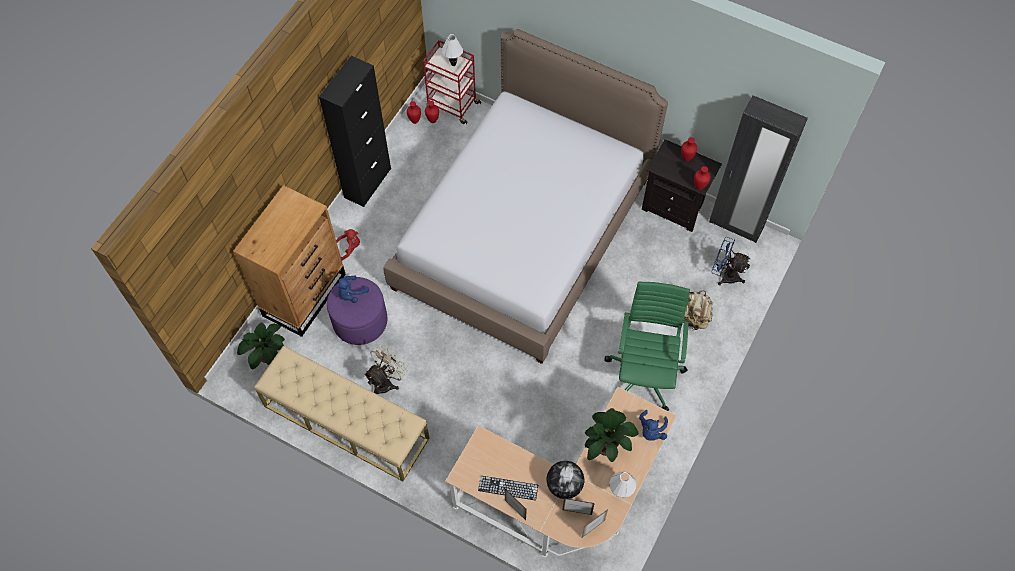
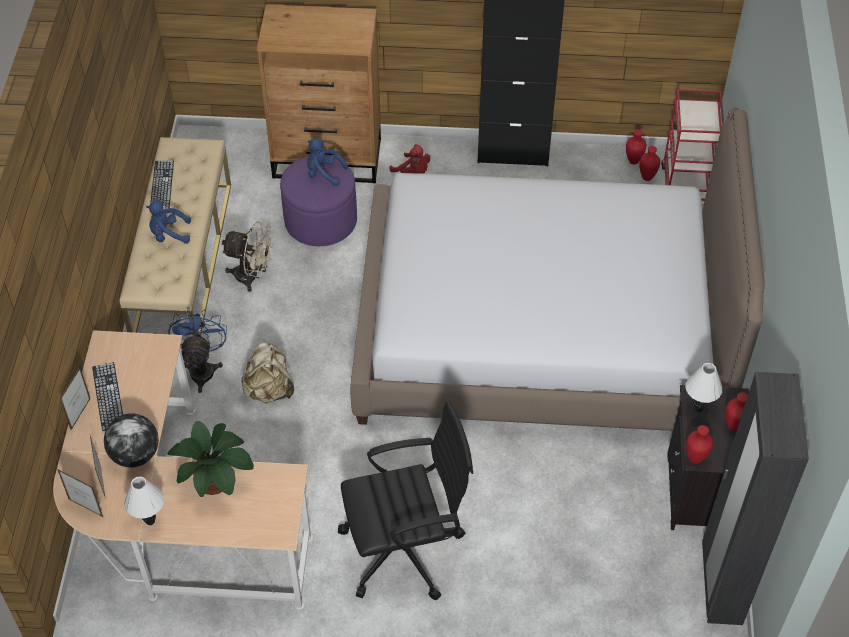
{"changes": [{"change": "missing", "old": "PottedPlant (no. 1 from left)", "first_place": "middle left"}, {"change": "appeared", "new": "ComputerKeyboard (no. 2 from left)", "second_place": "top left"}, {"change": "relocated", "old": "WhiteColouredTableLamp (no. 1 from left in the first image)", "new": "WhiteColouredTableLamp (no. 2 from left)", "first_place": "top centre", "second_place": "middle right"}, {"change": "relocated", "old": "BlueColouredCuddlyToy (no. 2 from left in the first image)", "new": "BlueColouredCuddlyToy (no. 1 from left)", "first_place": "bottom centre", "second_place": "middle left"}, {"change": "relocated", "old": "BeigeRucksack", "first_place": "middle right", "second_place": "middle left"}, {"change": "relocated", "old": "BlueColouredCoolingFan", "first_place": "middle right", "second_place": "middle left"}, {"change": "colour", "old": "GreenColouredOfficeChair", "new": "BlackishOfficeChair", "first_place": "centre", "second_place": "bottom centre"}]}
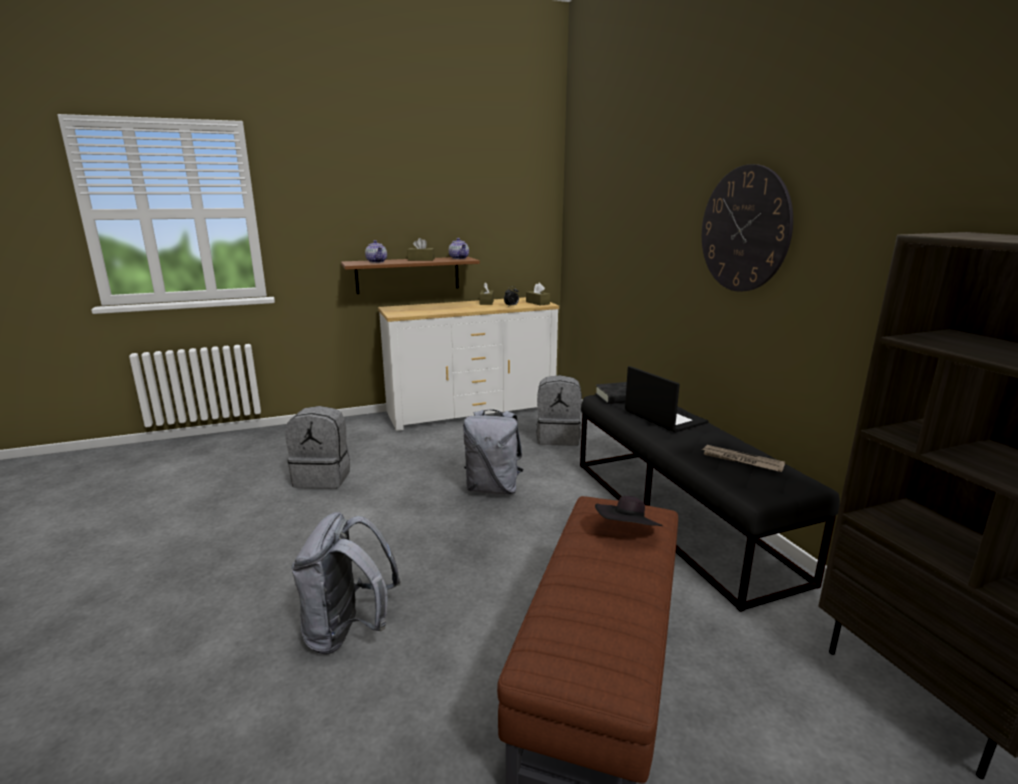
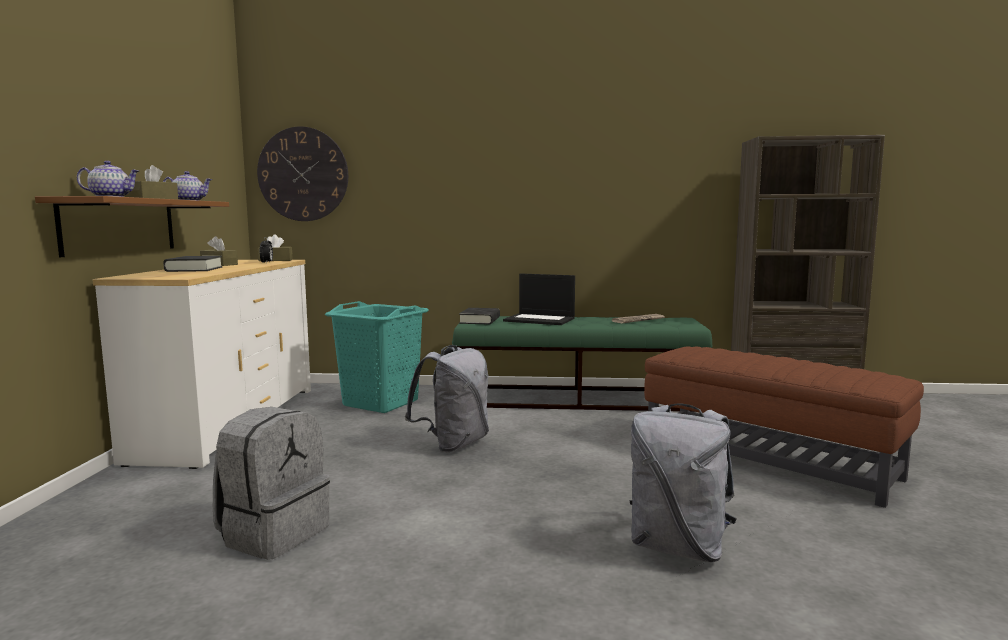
{"changes": [{"change": "missing", "old": "BlackishWearableHat", "first_place": "centre"}, {"change": "appeared", "new": "BlackishVolume (no. 1 from left)", "second_place": "middle left"}, {"change": "relocated", "old": "ClockOnTheWall", "first_place": "top right", "second_place": "top left"}, {"change": "exchanged", "old": "GrayRucksack (no. 4 from left)", "new": "TurquoiseHamper", "first_place": "centre", "second_place": "centre"}, {"change": "colour", "old": "BlackishLongSeat", "new": "GreenColouredLongSeat", "first_place": "middle right", "second_place": "centre"}, {"change": "spun", "old": "PortableComputer", "first_place": "centre", "second_place": "centre", "degrees": -150}]}
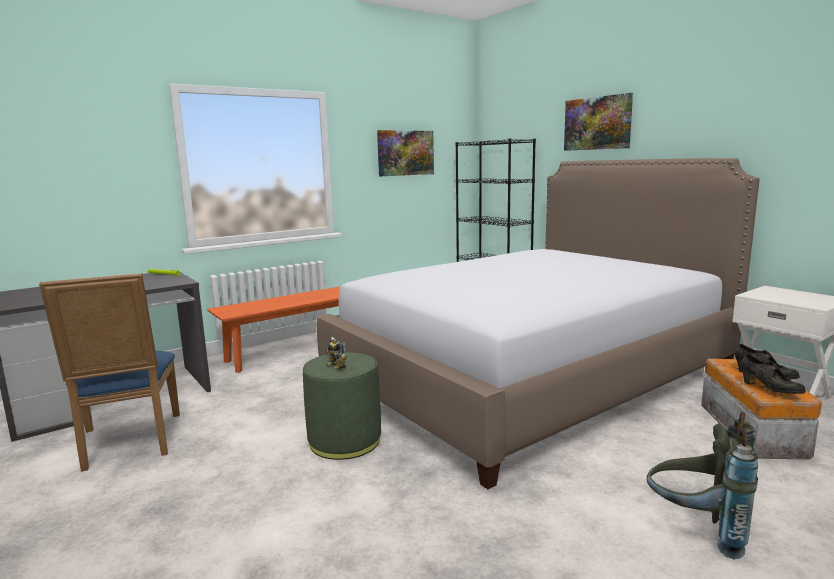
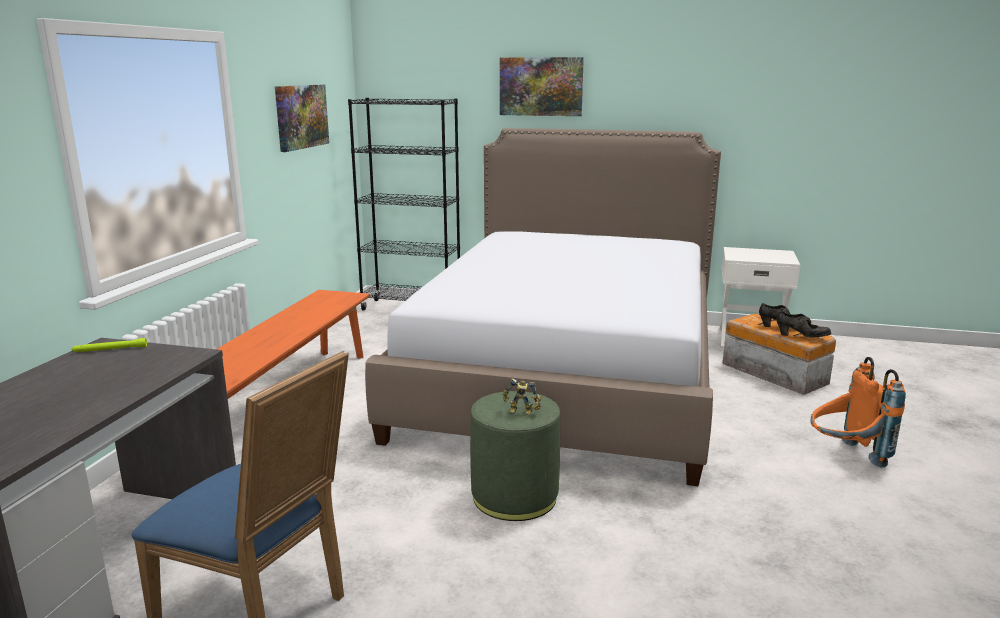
{"changes": [{"change": "colour", "old": "GrayRucksack", "new": "OrangeyRucksack", "first_place": "bottom right", "second_place": "bottom right"}]}
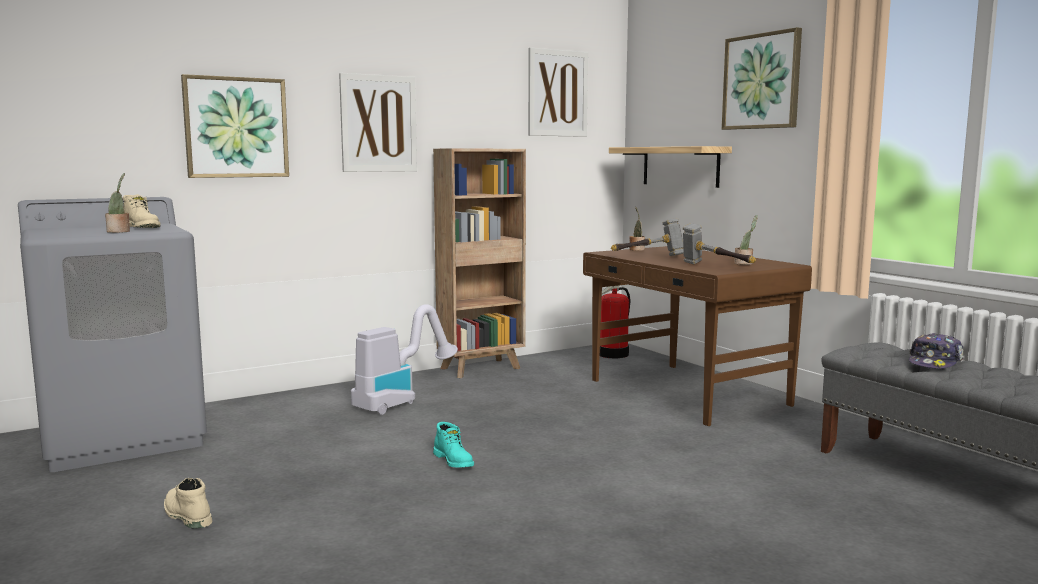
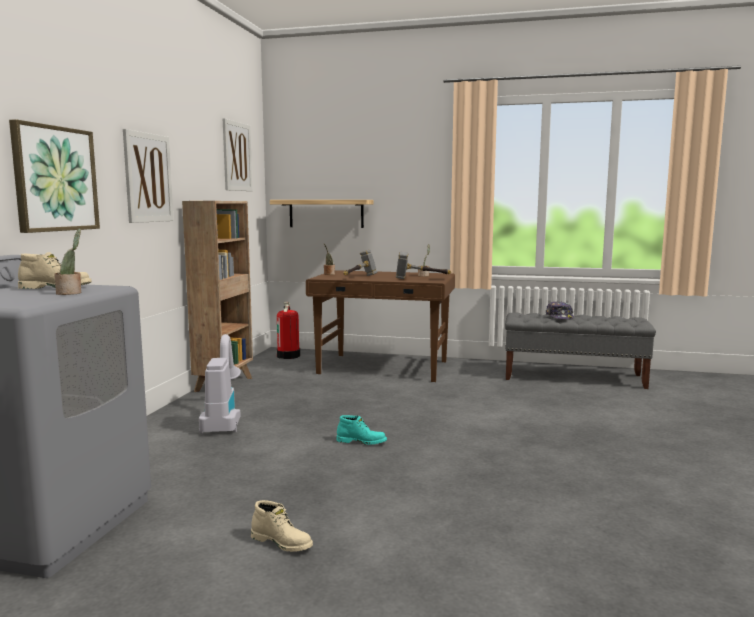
{"changes": [{"change": "missing", "old": "WallArt (no. 4 from left)", "first_place": "top right"}, {"change": "spun", "old": "BeigeHighTopBoot (no. 2 from left)", "first_place": "bottom left", "second_place": "bottom centre", "degrees": -150}]}
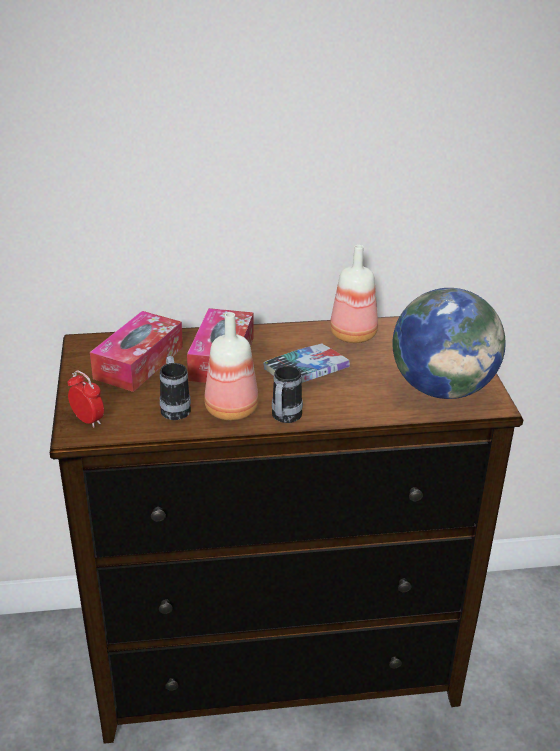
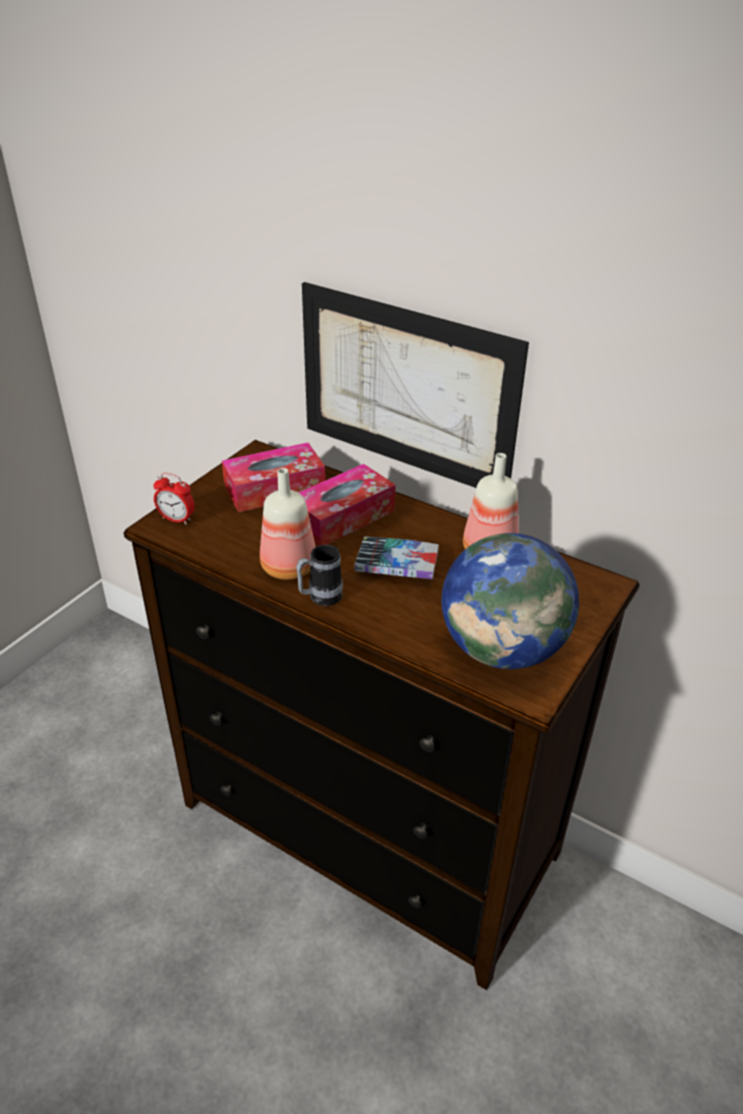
{"changes": [{"change": "missing", "old": "Mug (no. 1 from left)", "first_place": "middle left"}, {"change": "appeared", "new": "WallArt", "second_place": "centre"}, {"change": "spun", "old": "BedsideClock", "first_place": "middle left", "second_place": "middle left", "degrees": 120}]}
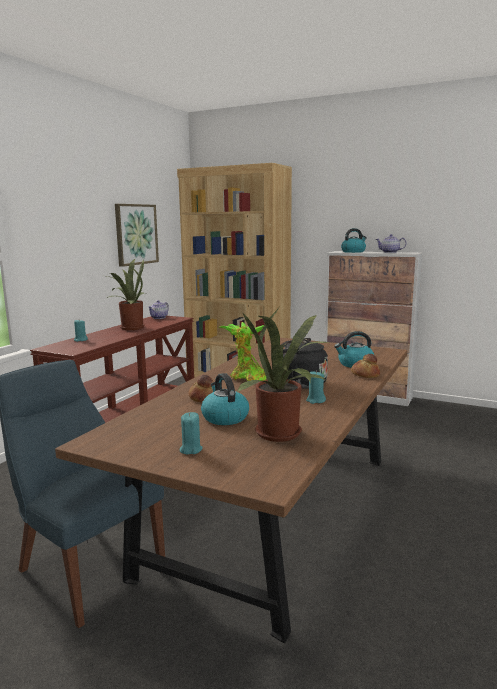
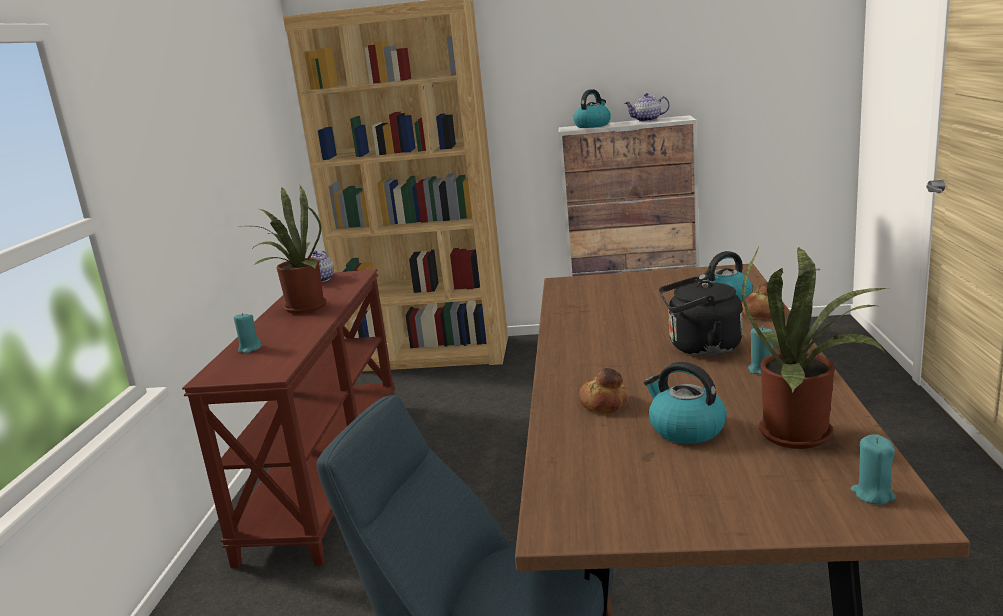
{"changes": [{"change": "missing", "old": "WallArt", "first_place": "middle left"}, {"change": "missing", "old": "PottedPlant (no. 2 from left)", "first_place": "centre"}, {"change": "relocated", "old": "TurquoiseCandle (no. 2 from left in the first image)", "new": "TurquoiseCandle (no. 3 from left)", "first_place": "centre", "second_place": "bottom right"}]}
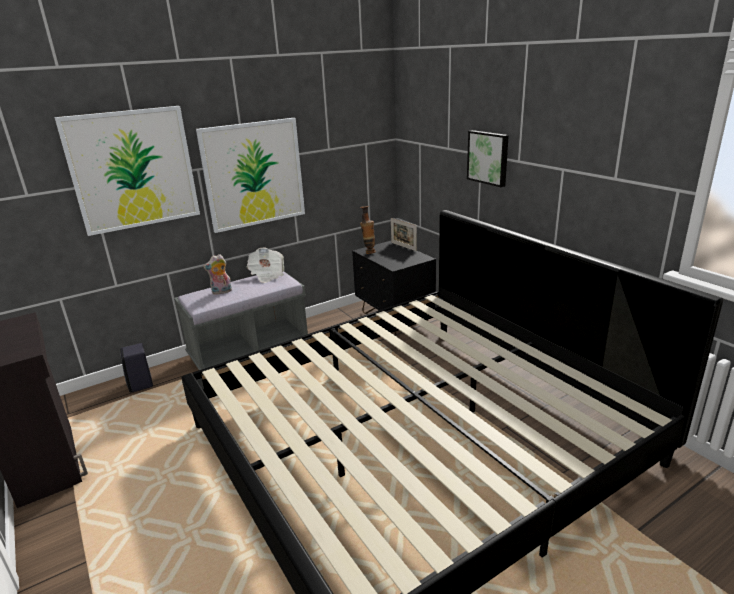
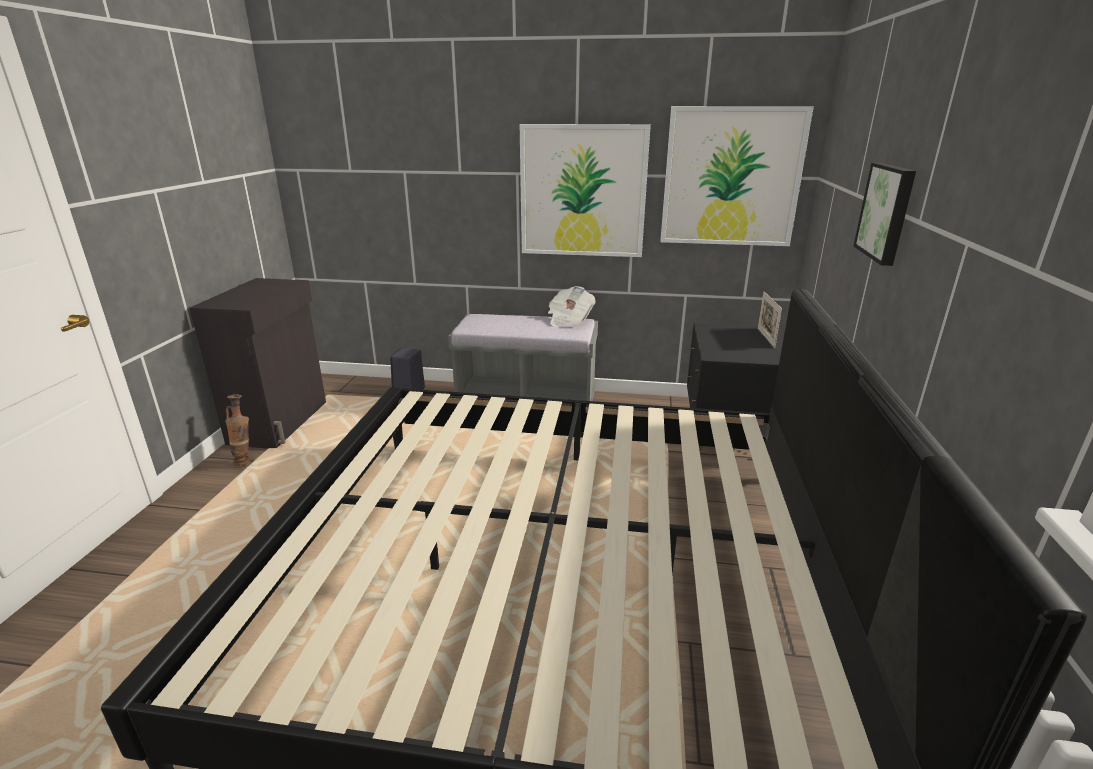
{"changes": [{"change": "missing", "old": "CuddlyToy", "first_place": "middle left"}, {"change": "relocated", "old": "WallArt (no. 1 from left in the first image)", "new": "WallArt (no. 2 from left)", "first_place": "top left", "second_place": "top right"}, {"change": "relocated", "old": "FlowerVase", "first_place": "centre", "second_place": "middle left"}]}
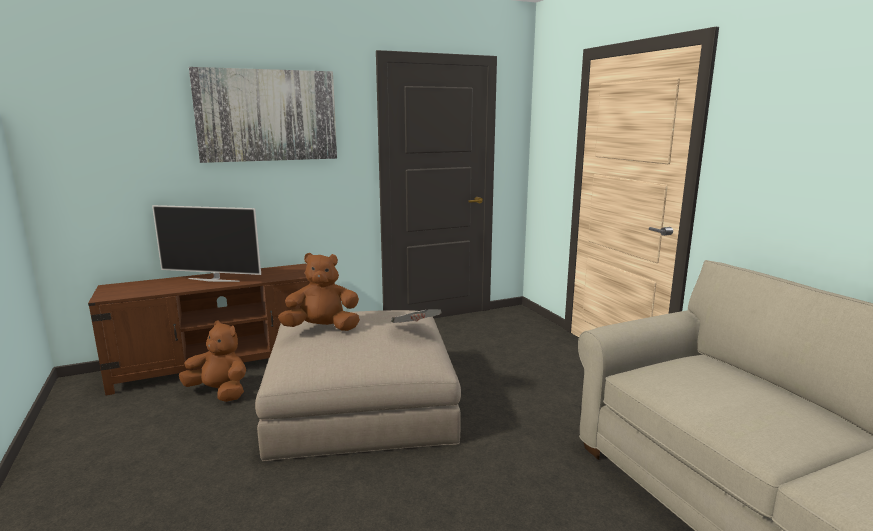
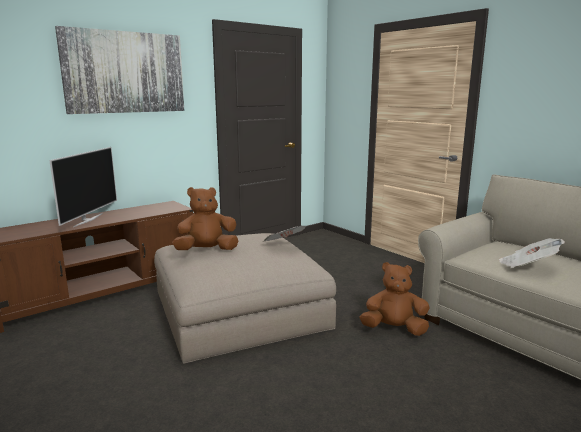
{"changes": [{"change": "appeared", "new": "PrintedPaper (no. 2 from left)", "second_place": "middle right"}, {"change": "relocated", "old": "BrownCuddlyToy (no. 1 from left in the first image)", "new": "BrownCuddlyToy (no. 2 from left)", "first_place": "bottom left", "second_place": "bottom right"}, {"change": "spun", "old": "TvSet", "first_place": "middle left", "second_place": "middle left", "degrees": -75}]}
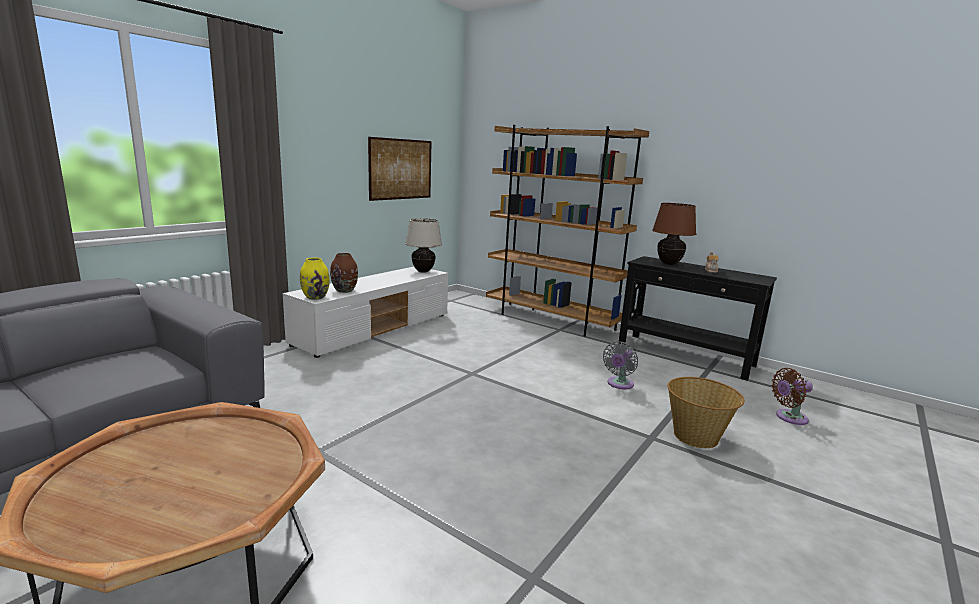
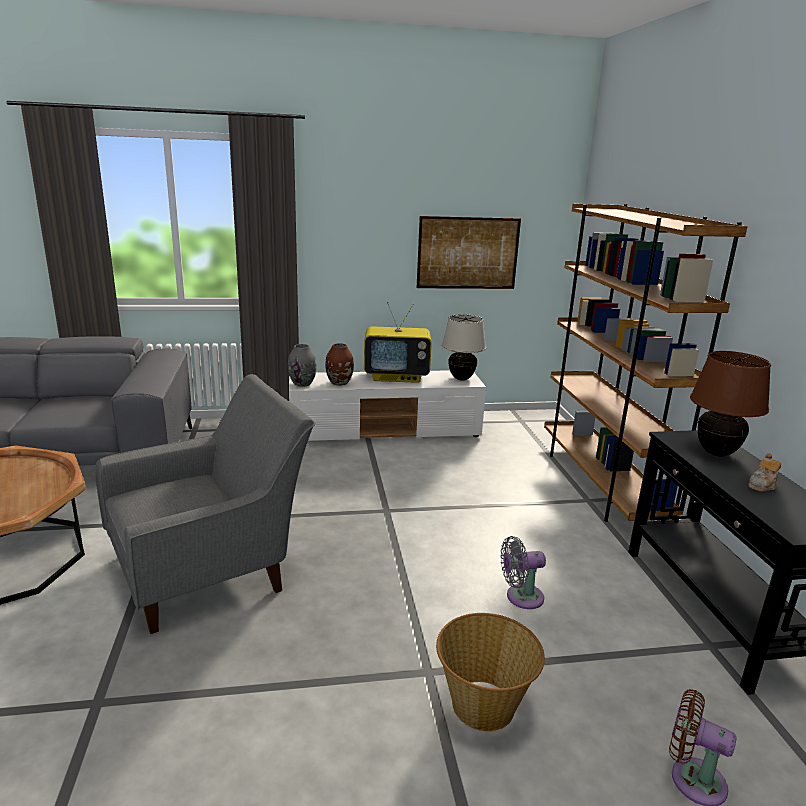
{"changes": [{"change": "appeared", "new": "GrayEasyChair", "second_place": "middle left"}, {"change": "appeared", "new": "TvSet", "second_place": "centre"}, {"change": "colour", "old": "YellowFlowerVase", "new": "GrayFlowerVase", "first_place": "middle left", "second_place": "centre"}]}
